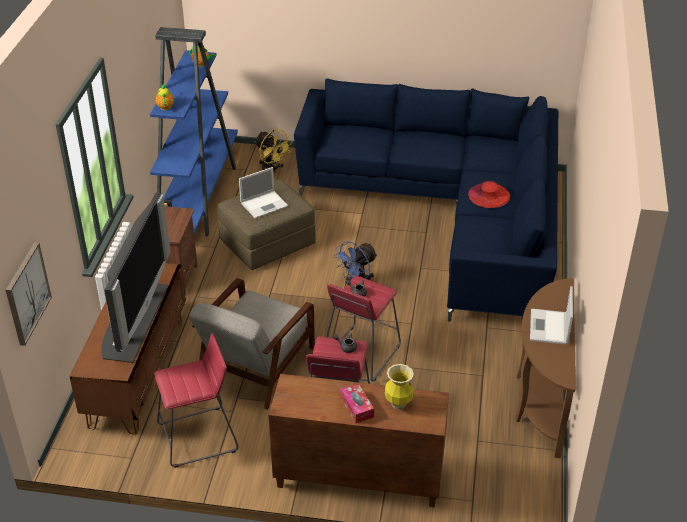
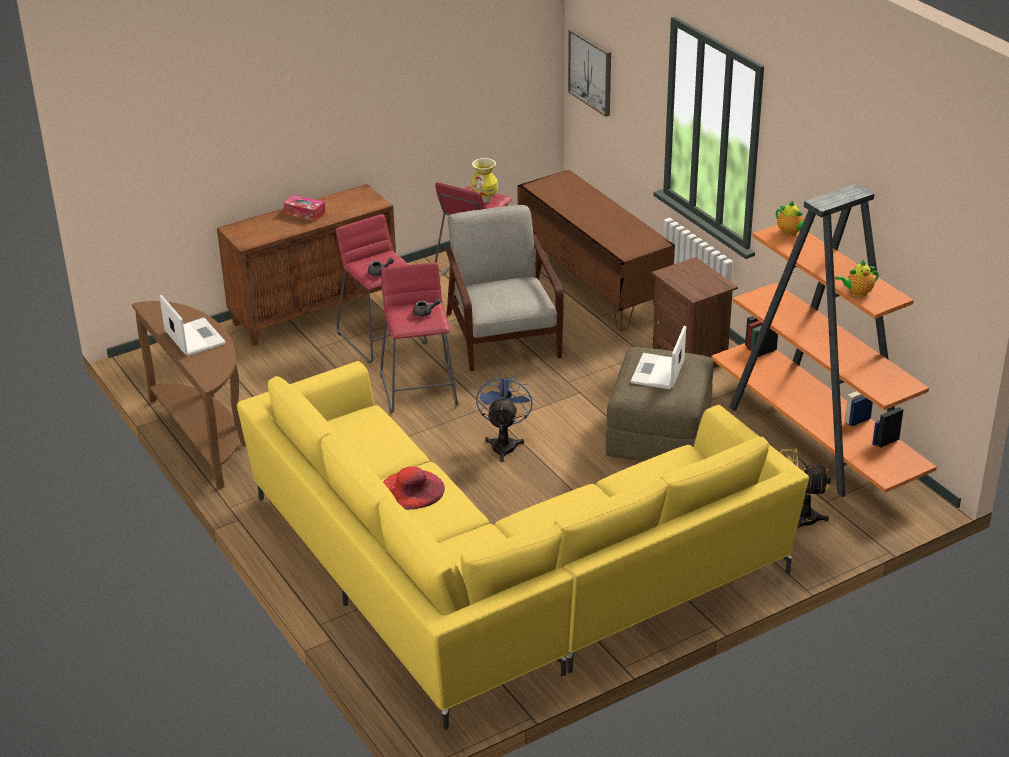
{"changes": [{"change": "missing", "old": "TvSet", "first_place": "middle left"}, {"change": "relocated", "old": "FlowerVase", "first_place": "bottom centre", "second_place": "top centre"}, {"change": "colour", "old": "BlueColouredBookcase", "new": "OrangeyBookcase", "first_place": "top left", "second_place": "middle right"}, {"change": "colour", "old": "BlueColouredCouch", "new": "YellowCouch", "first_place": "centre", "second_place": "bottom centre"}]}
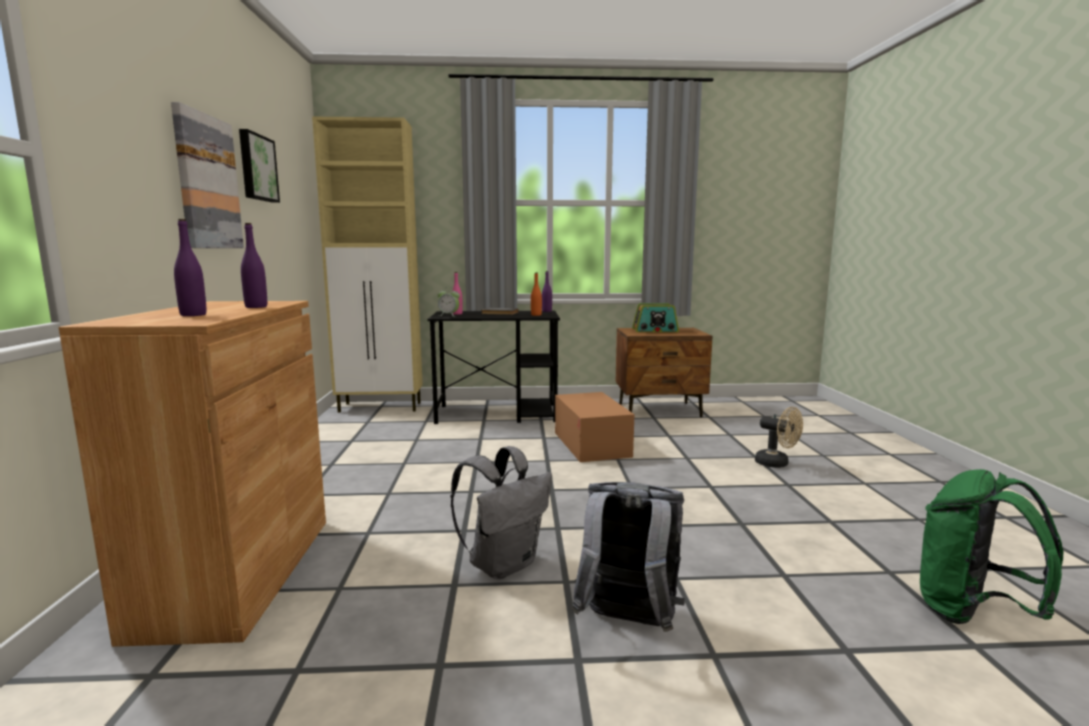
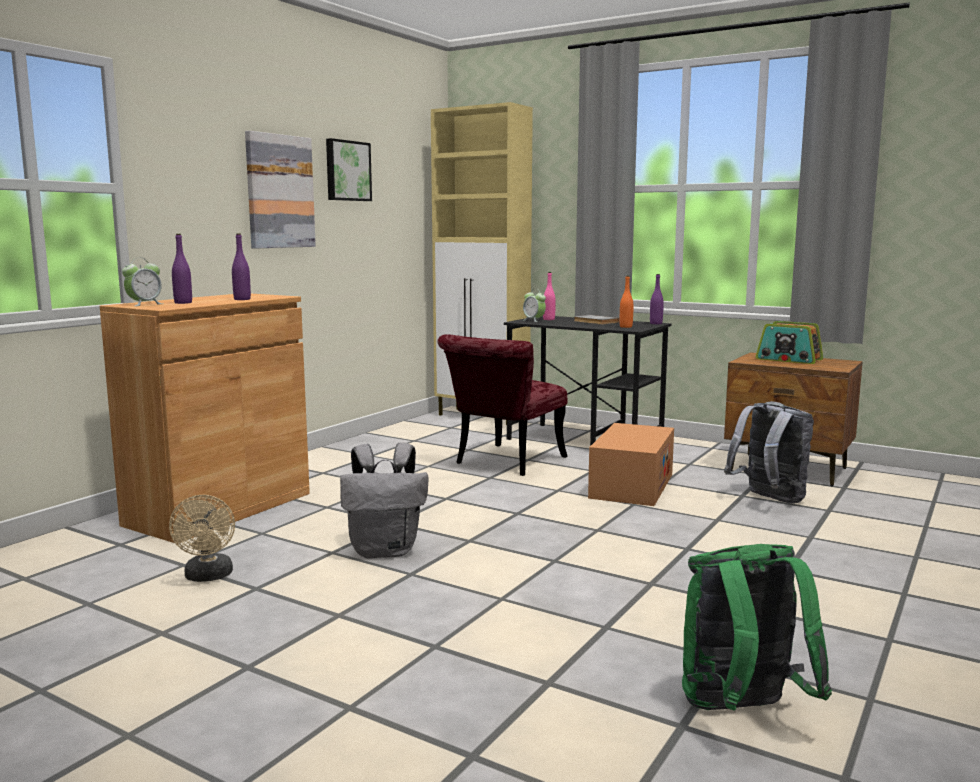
{"changes": [{"change": "appeared", "new": "BedsideClock (no. 1 from left)", "second_place": "middle left"}, {"change": "appeared", "new": "ReddishChair", "second_place": "centre"}, {"change": "relocated", "old": "GrayRucksack (no. 2 from left)", "first_place": "bottom centre", "second_place": "middle right"}, {"change": "relocated", "old": "BeigeCoolingFan", "first_place": "middle right", "second_place": "bottom left"}]}
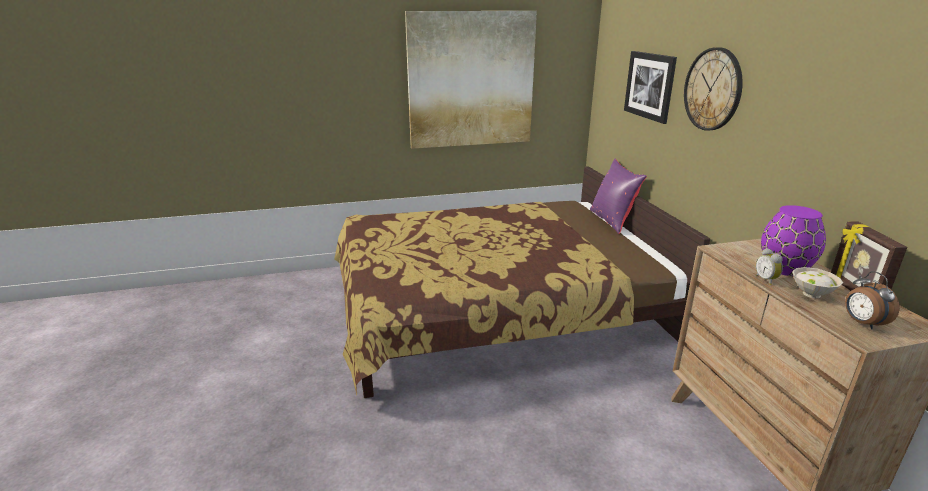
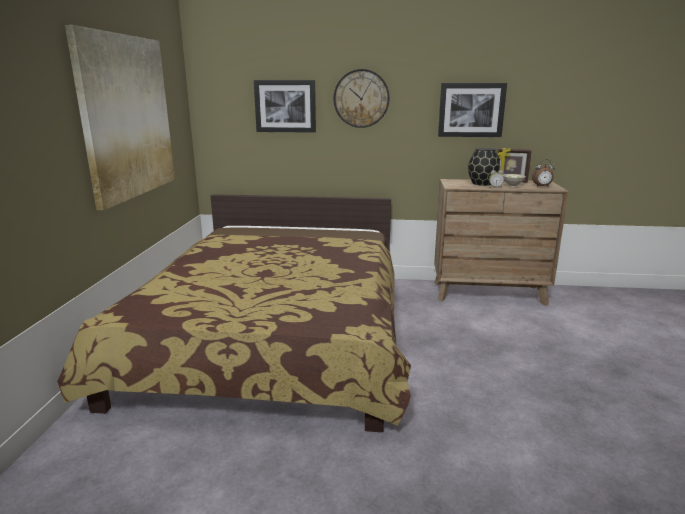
{"changes": [{"change": "missing", "old": "PurpleColouredThrowPillow", "first_place": "centre"}, {"change": "appeared", "new": "WallArt (no. 3 from left)", "second_place": "top right"}, {"change": "colour", "old": "PurpleColouredFlowerVase", "new": "BlackishFlowerVase", "first_place": "middle right", "second_place": "top right"}]}
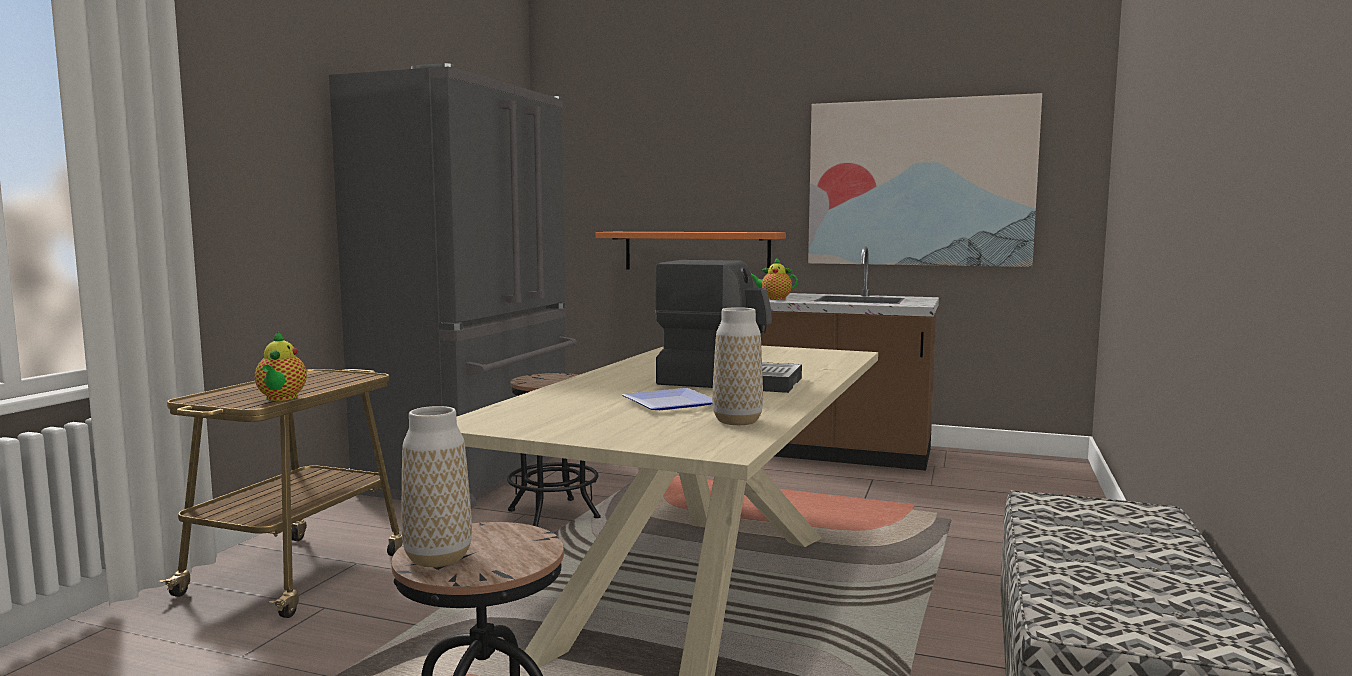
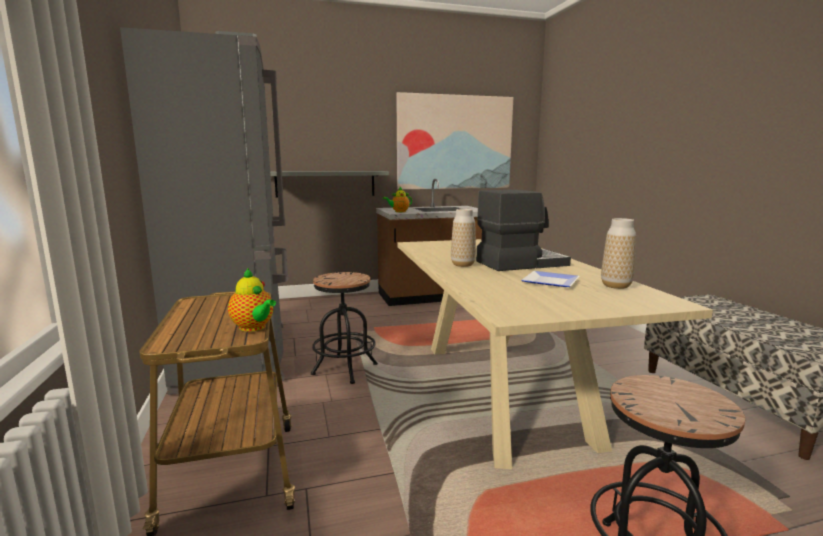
{"changes": [{"change": "relocated", "old": "FlowerVase (no. 1 from left)", "first_place": "bottom left", "second_place": "centre"}, {"change": "colour", "old": "OrangeyShelf", "new": "GrayShelf", "first_place": "centre", "second_place": "centre"}]}
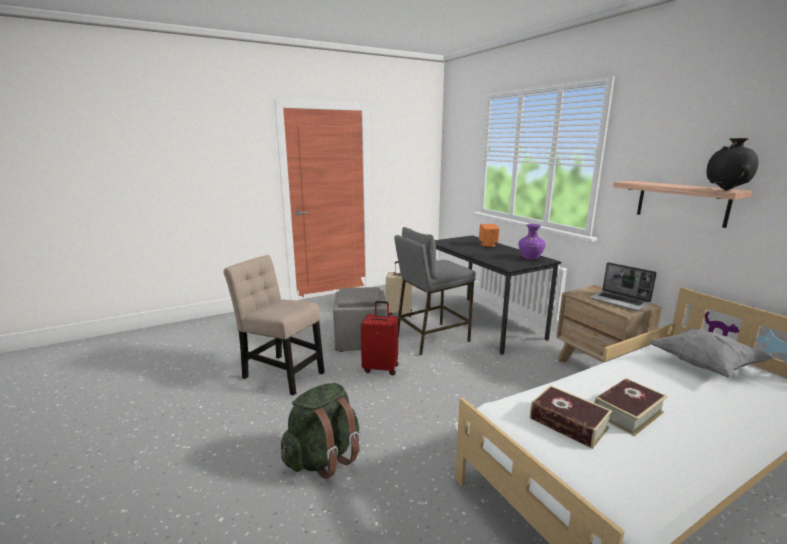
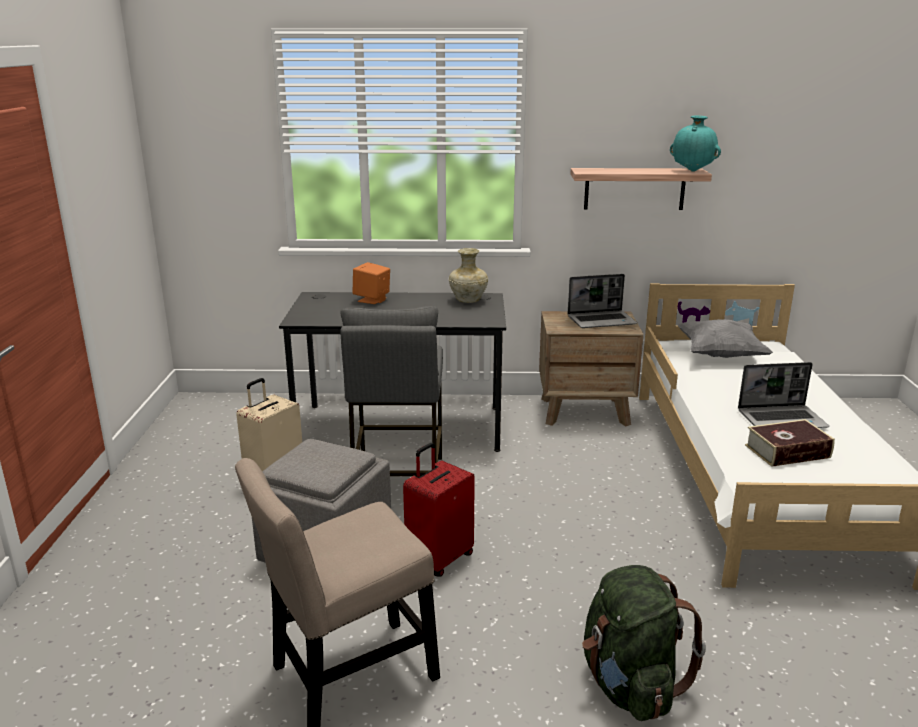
{"changes": [{"change": "exchanged", "old": "Volume (no. 2 from left)", "new": "PortableComputer (no. 2 from left)", "first_place": "bottom right", "second_place": "middle right"}, {"change": "colour", "old": "PurpleColouredFlowerVase", "new": "BeigeFlowerVase", "first_place": "middle right", "second_place": "centre"}, {"change": "colour", "old": "BlackishFlowerVase", "new": "TurquoiseFlowerVase", "first_place": "top right", "second_place": "top right"}]}
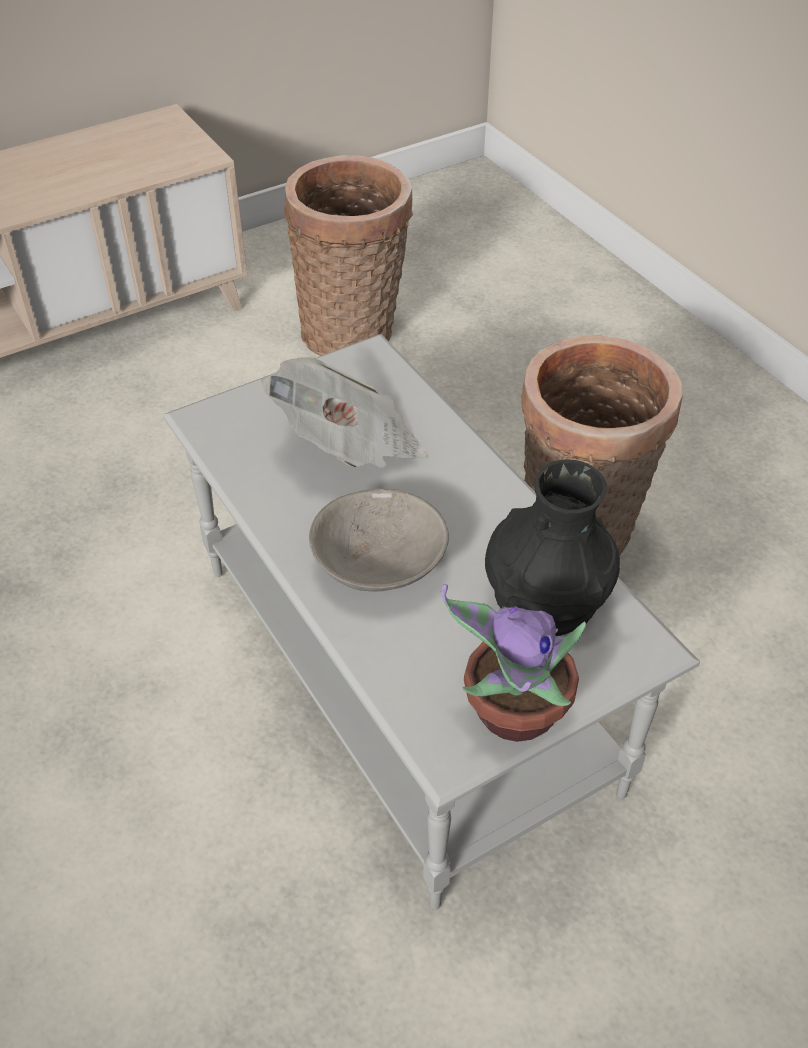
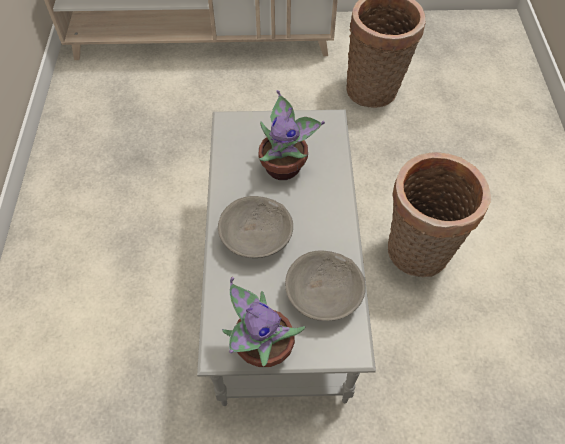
{"changes": [{"change": "exchanged", "old": "PrintedPaper", "new": "PottedPlant (no. 2 from left)", "first_place": "centre", "second_place": "top centre"}, {"change": "exchanged", "old": "BlackishFlowerVase", "new": "GrayServingBowl (no. 2 from left)", "first_place": "middle right", "second_place": "centre"}]}
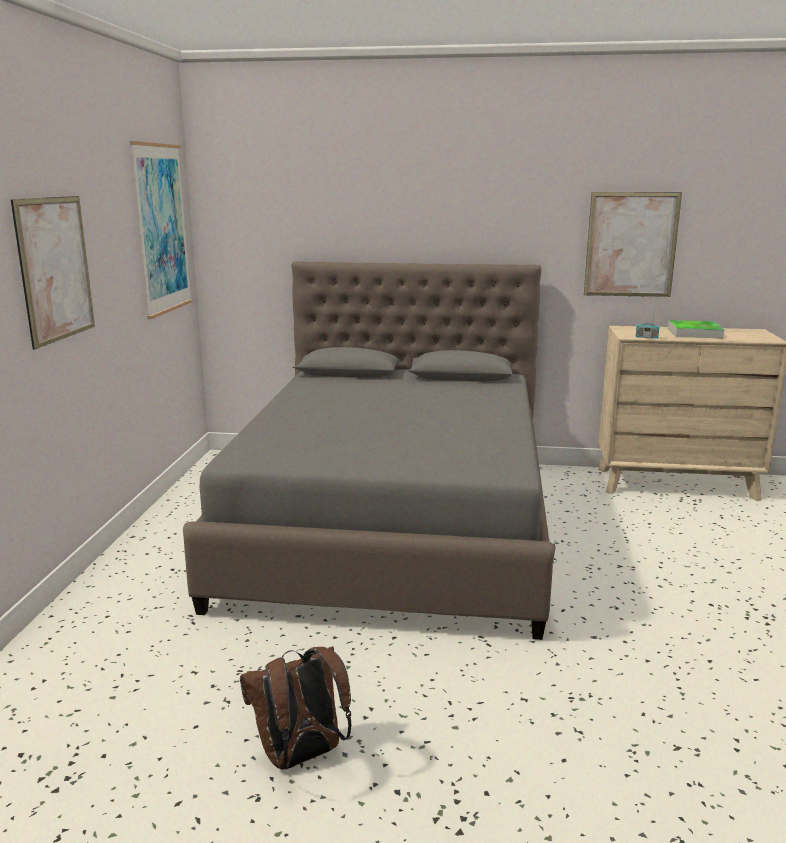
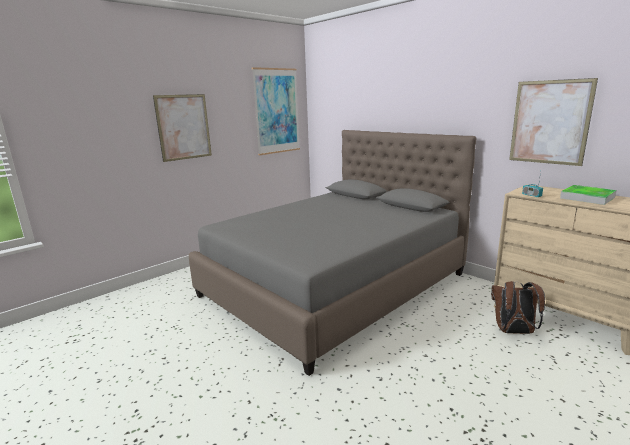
{"changes": [{"change": "relocated", "old": "BrownRucksack", "first_place": "bottom centre", "second_place": "bottom right"}]}
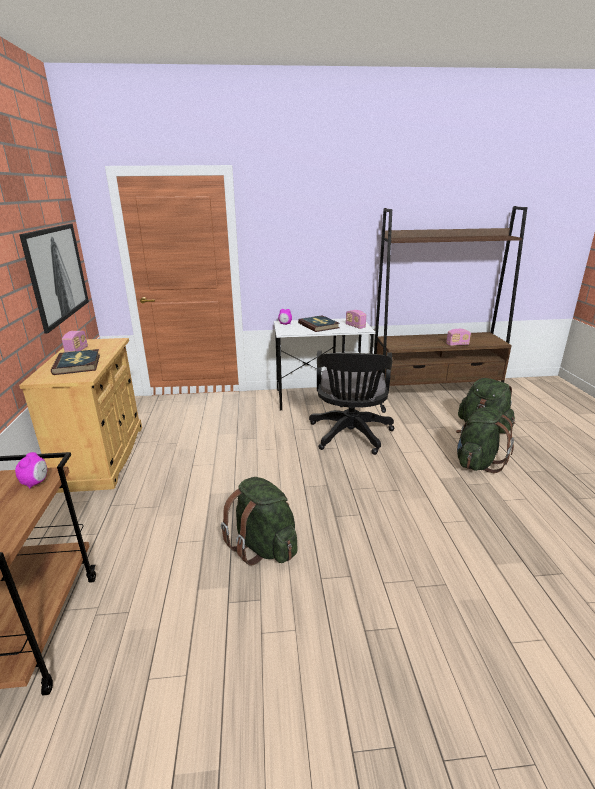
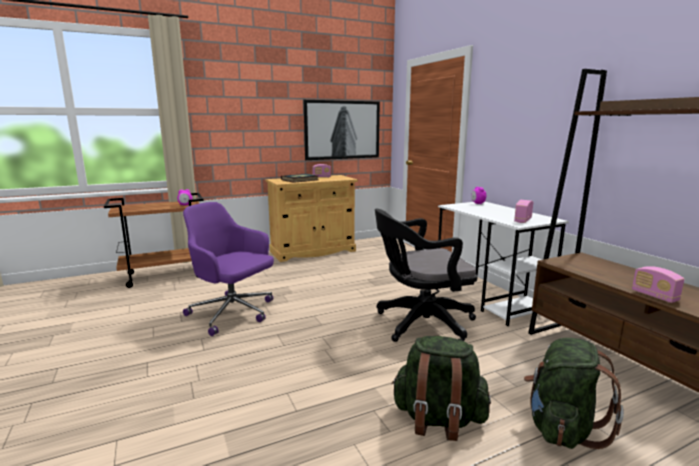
{"changes": [{"change": "missing", "old": "Volume (no. 2 from left)", "first_place": "centre"}, {"change": "exchanged", "old": "GreenColouredRucksack (no. 1 from left)", "new": "PurpleColouredOfficeChair", "first_place": "centre", "second_place": "middle left"}]}
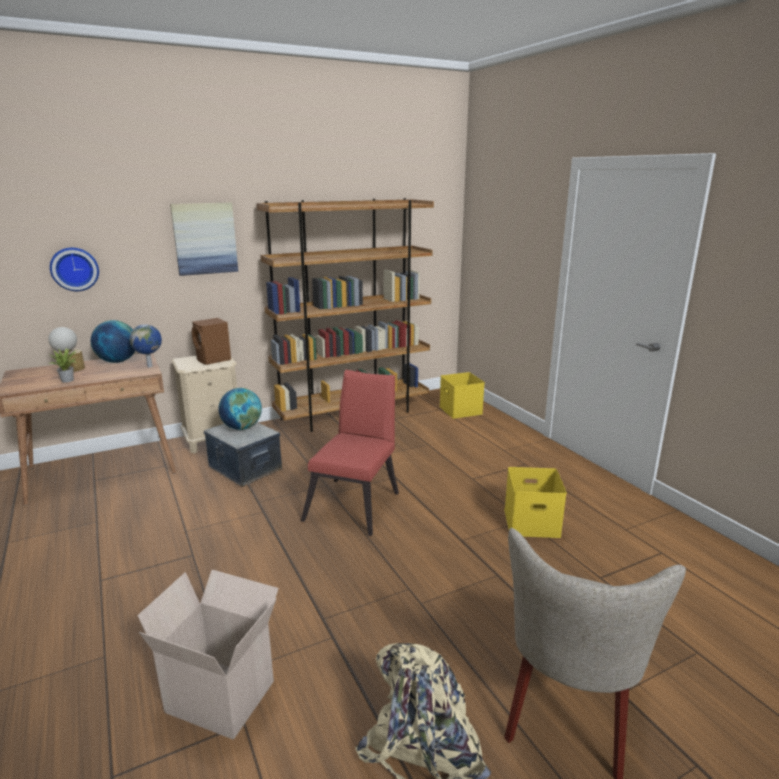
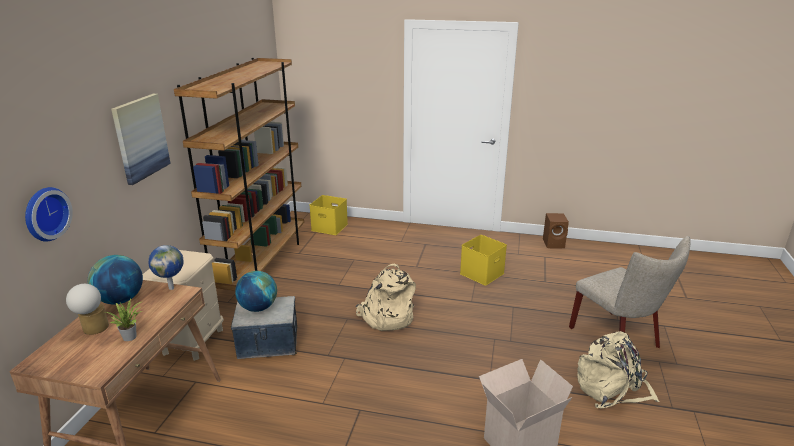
{"changes": [{"change": "relocated", "old": "BrownLoudspeaker", "first_place": "middle left", "second_place": "middle right"}, {"change": "exchanged", "old": "ReddishChair", "new": "BeigeRucksack (no. 1 from left)", "first_place": "centre", "second_place": "centre"}]}
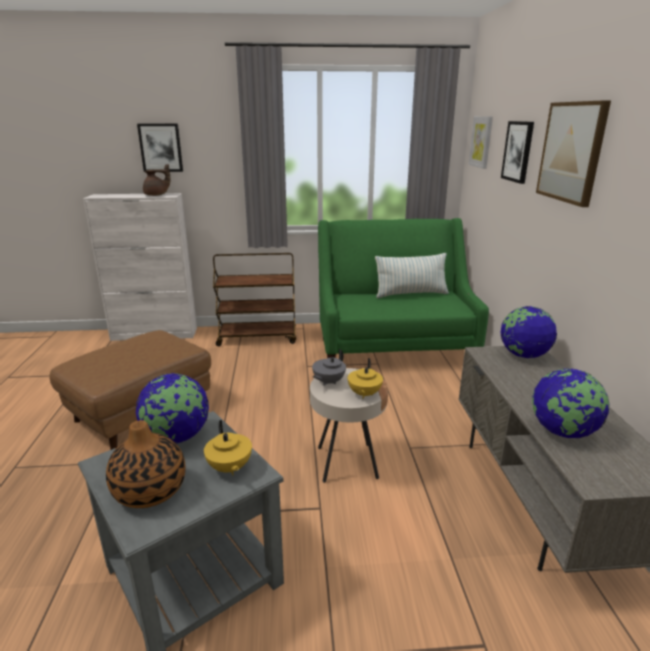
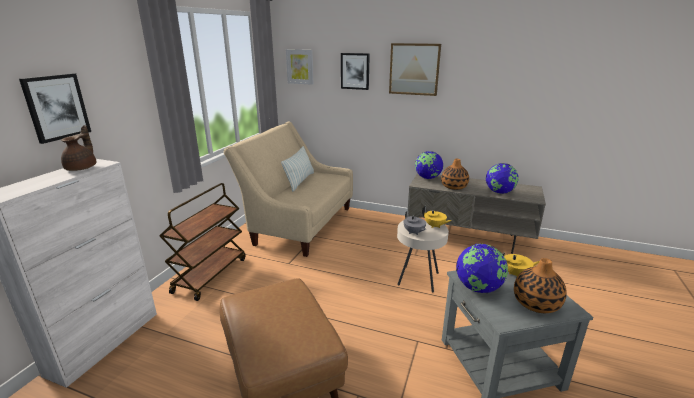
{"changes": [{"change": "appeared", "new": "FlowerVase (no. 1 from left)", "second_place": "centre"}, {"change": "colour", "old": "GreenColouredCouch", "new": "BeigeCouch", "first_place": "centre", "second_place": "centre"}]}
